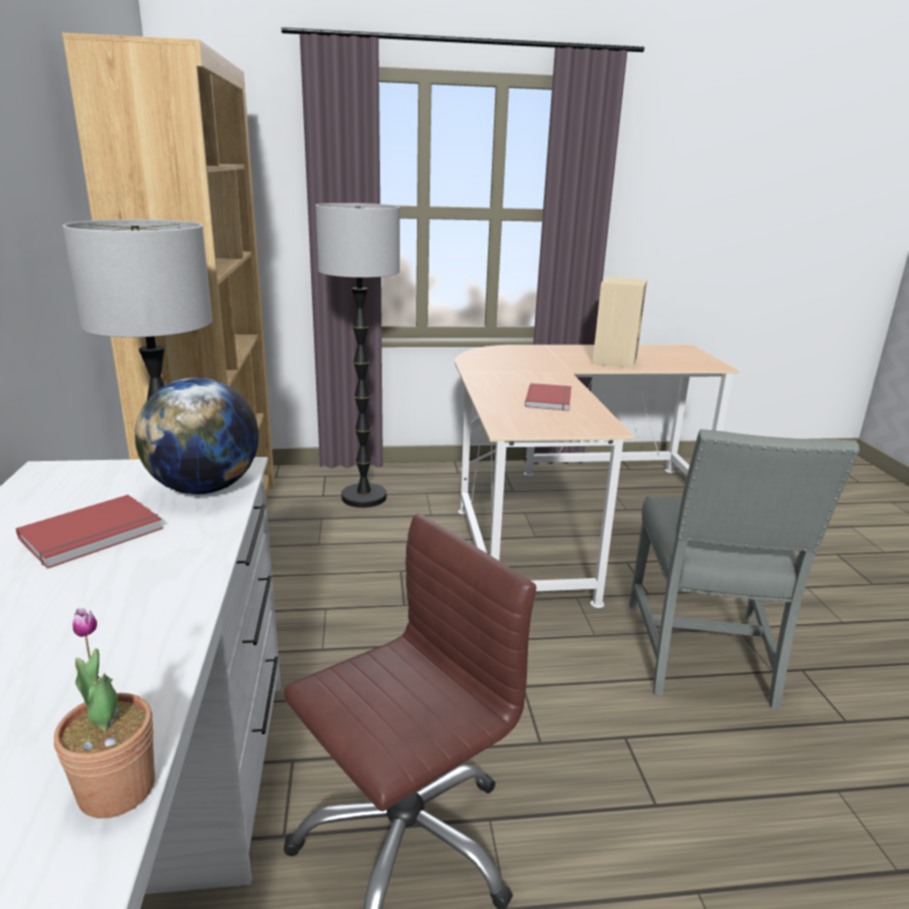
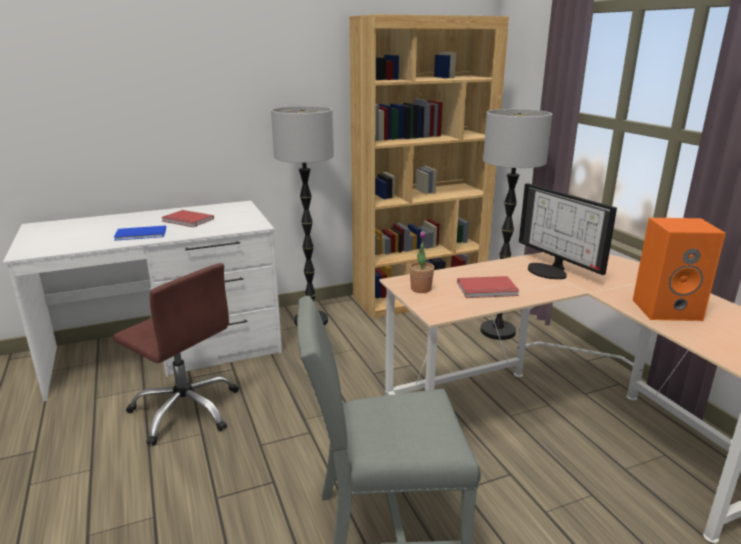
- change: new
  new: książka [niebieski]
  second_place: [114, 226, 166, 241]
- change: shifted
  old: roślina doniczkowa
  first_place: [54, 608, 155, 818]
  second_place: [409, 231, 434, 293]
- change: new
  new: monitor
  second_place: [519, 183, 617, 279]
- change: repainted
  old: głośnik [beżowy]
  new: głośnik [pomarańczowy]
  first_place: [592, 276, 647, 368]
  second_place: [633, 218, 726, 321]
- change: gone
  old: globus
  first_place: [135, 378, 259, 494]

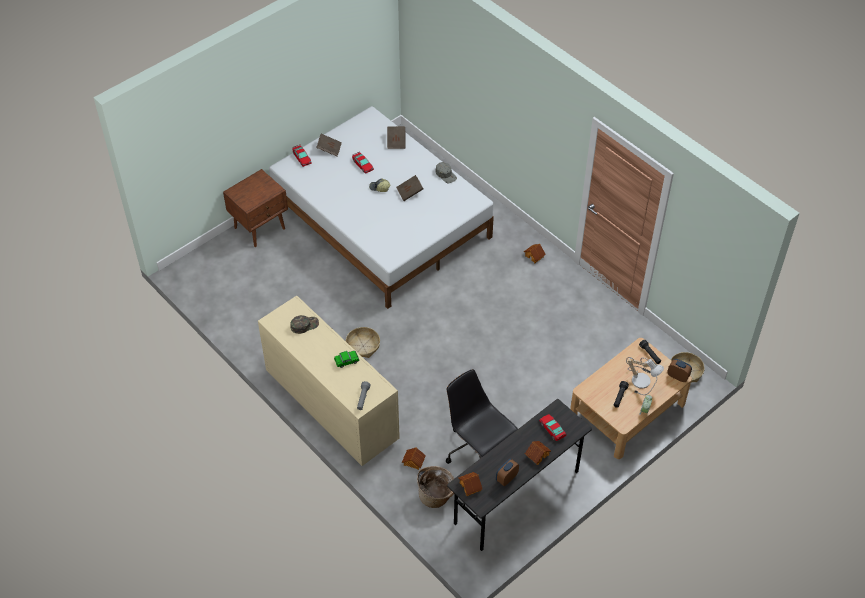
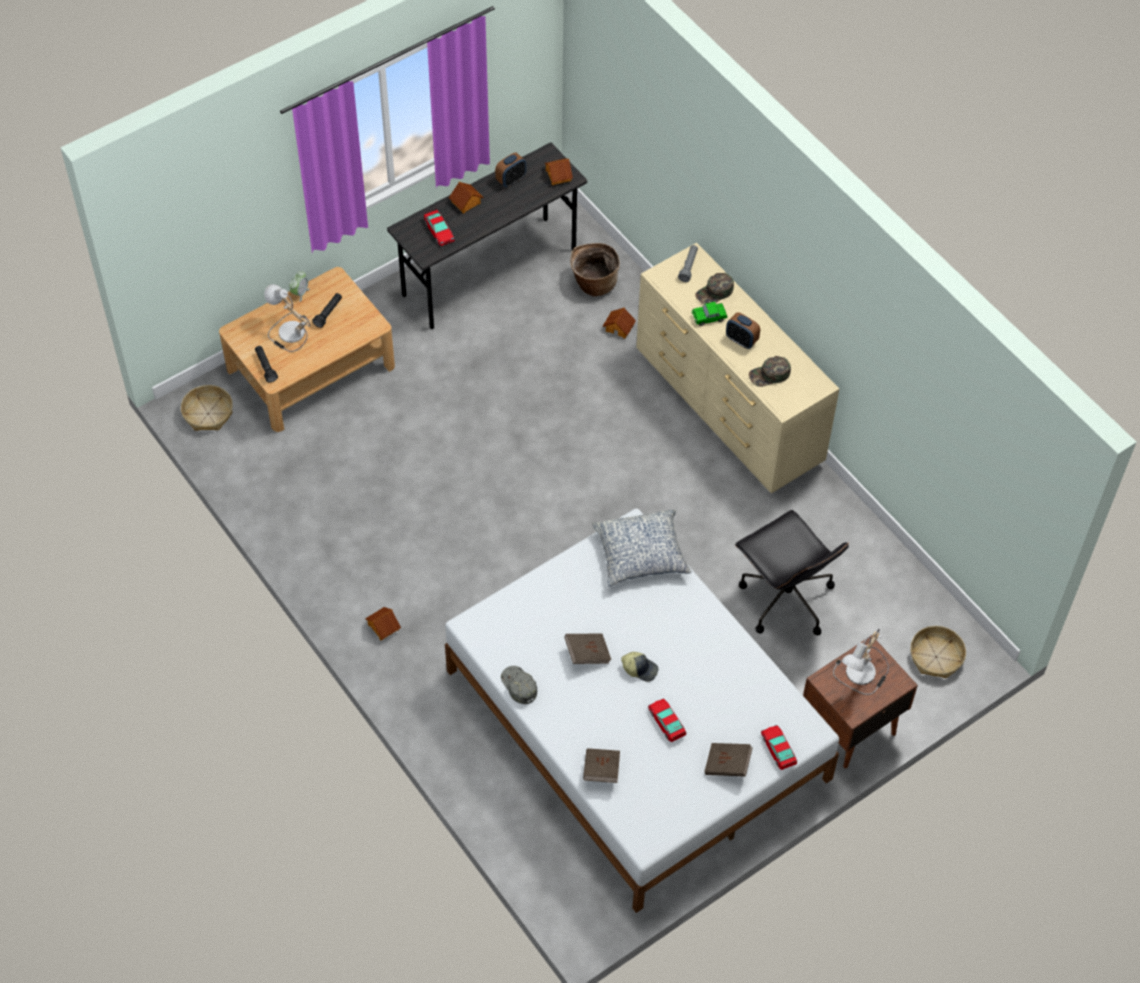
- change: new
  new: poduszka
  second_place: [592, 510, 692, 586]
- change: new
  new: czapka z daszkiem [zielony]
  second_place: [695, 273, 734, 305]
- change: shifted
  old: budzik
  first_place: [667, 359, 692, 382]
  second_place: [726, 312, 760, 349]
- change: shifted
  old: krzesło biurowe [czarny]
  first_place: [446, 369, 518, 464]
  second_place: [735, 510, 849, 635]
- change: new
  new: lampa stołowa
  second_place: [833, 629, 889, 695]
- change: shifted
  old: koszyk
  first_place: [346, 327, 380, 358]
  second_place: [911, 626, 966, 678]

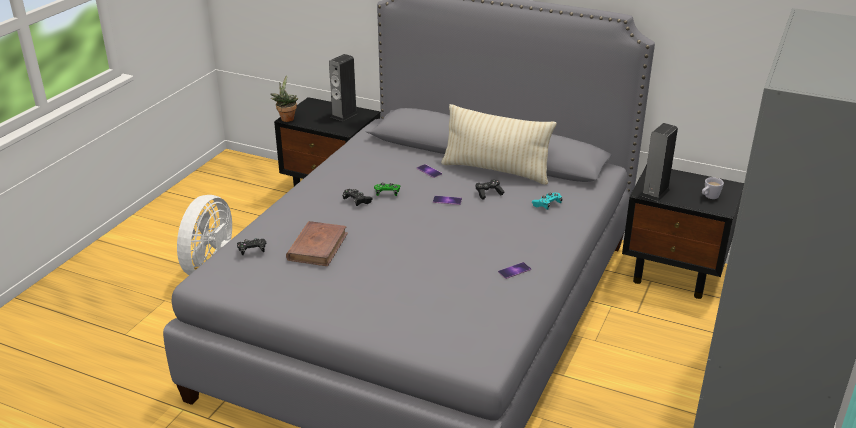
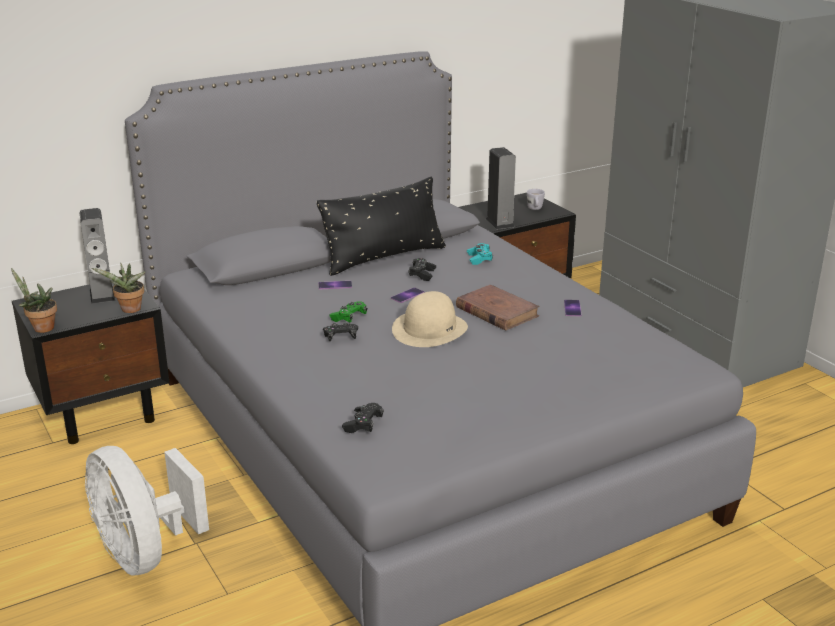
- change: new
  new: roślina doniczkowa
  second_place: [92, 263, 145, 313]
- change: repainted
  old: poduszka [beżowy]
  new: poduszka [czarny]
  first_place: [441, 104, 556, 185]
  second_place: [317, 177, 446, 276]
- change: new
  new: kapelusz [beżowy]
  second_place: [392, 291, 468, 347]
- change: shifted
  old: książka [brązowy]
  first_place: [286, 221, 348, 266]
  second_place: [456, 285, 540, 331]

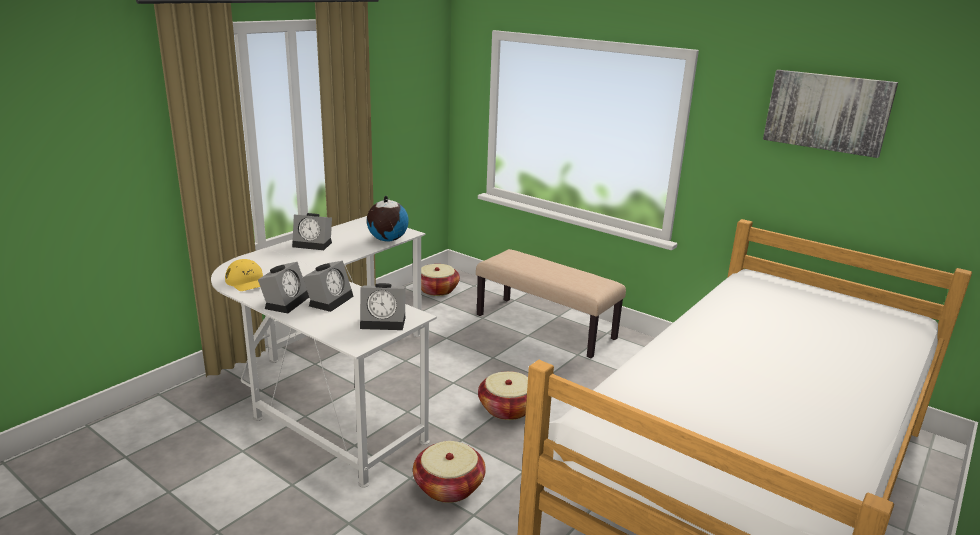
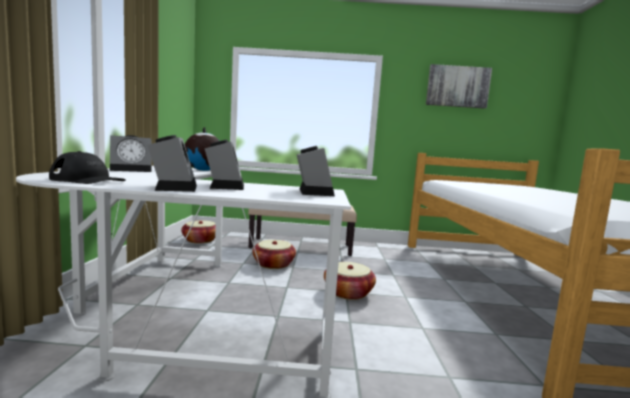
- change: repainted
  old: czapka z daszkiem [żółty]
  new: czapka z daszkiem [czarny]
  first_place: [225, 259, 263, 291]
  second_place: [49, 151, 126, 184]
- change: shifted
  old: koszyk
  first_place: [413, 441, 486, 503]
  second_place: [252, 240, 296, 269]
- change: rotated
  old: budzik
  first_place: [360, 283, 406, 330]
  second_place: [297, 146, 335, 196]
  degrees: -60

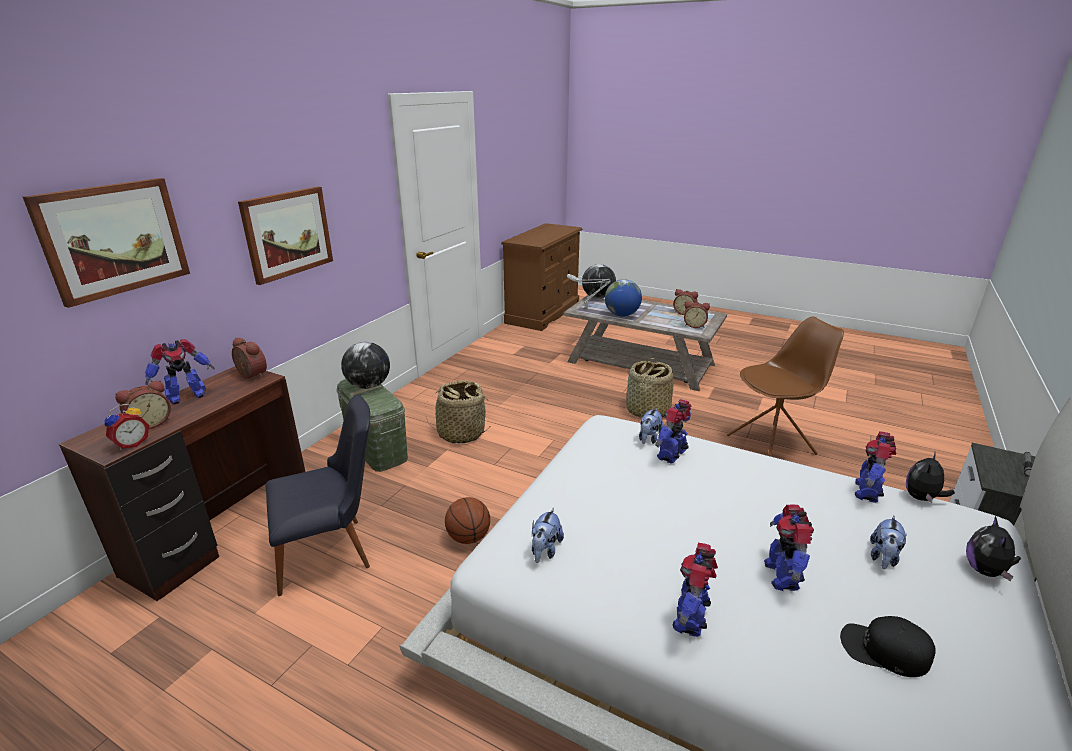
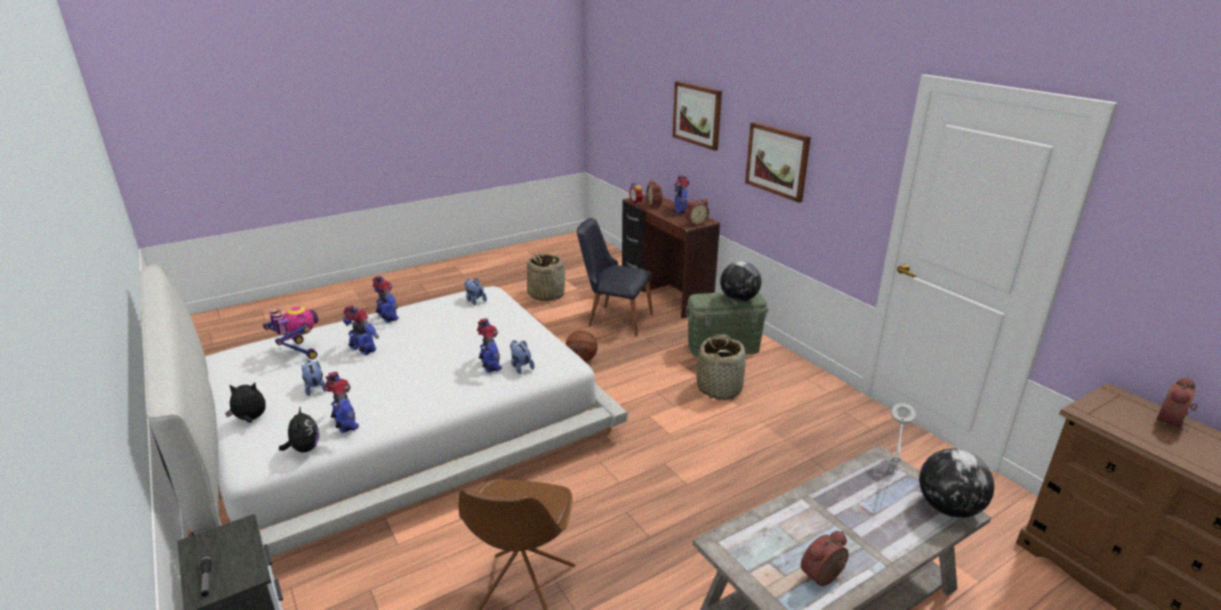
- change: rotated
  old: pluszak
  first_place: [966, 516, 1021, 581]
  second_place: [225, 383, 265, 423]
  degrees: -60
- change: swapped
  old: czapka z daszkiem [czarny]
  new: robot zabawkowy
  first_place: [840, 616, 935, 677]
  second_place: [263, 307, 318, 359]
- change: shifted
  old: koszyk
  first_place: [626, 358, 673, 418]
  second_place: [527, 253, 565, 301]
- change: rotated
  old: krzesło [czarny]
  first_place: [265, 395, 370, 596]
  second_place: [577, 218, 653, 337]
  degrees: 105
- change: shifted
  old: budzik
  first_place: [684, 301, 710, 328]
  second_place: [1157, 377, 1198, 428]
- change: gone
  old: globus
  first_place: [605, 279, 642, 317]

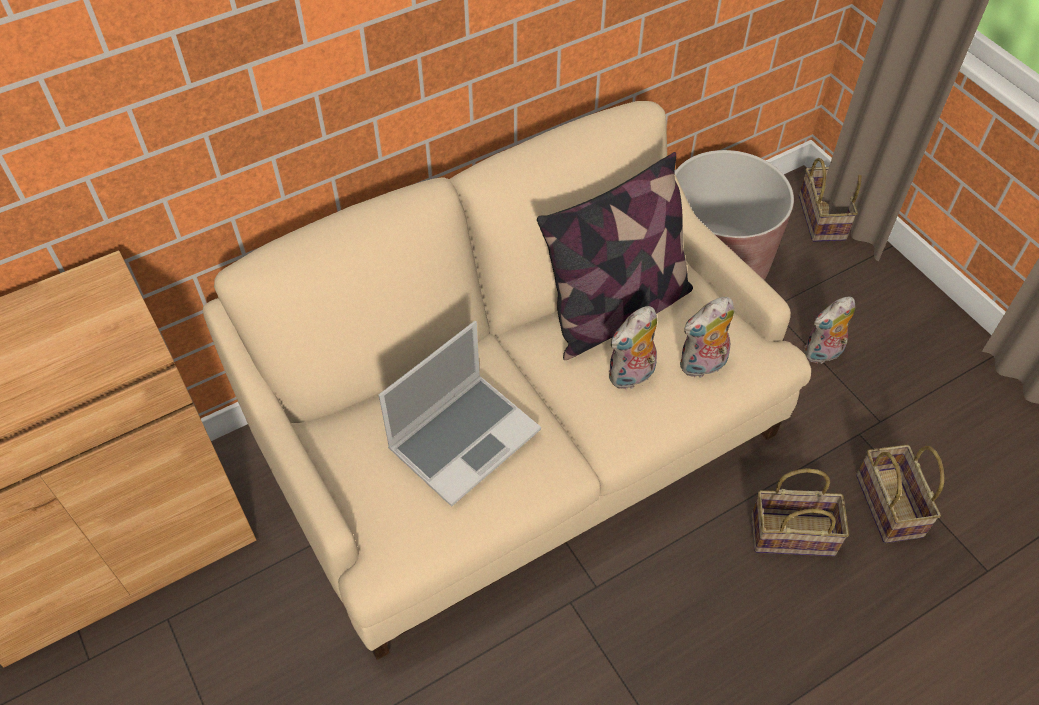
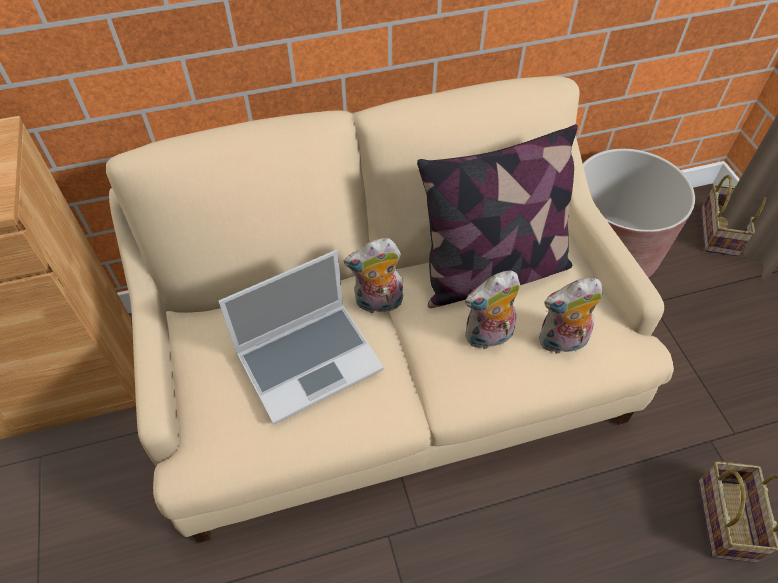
- change: shifted
  old: pluszak
  first_place: [804, 297, 855, 364]
  second_place: [344, 238, 403, 313]
- change: gone
  old: koszyk
  first_place: [751, 468, 849, 556]

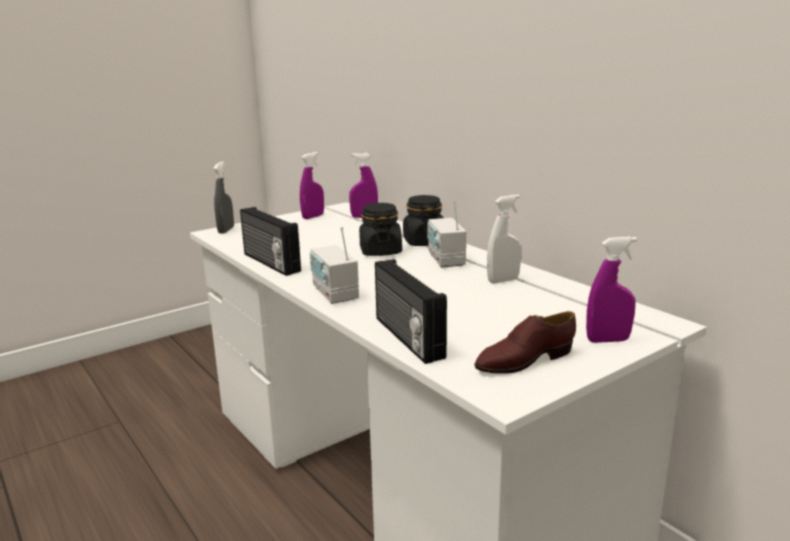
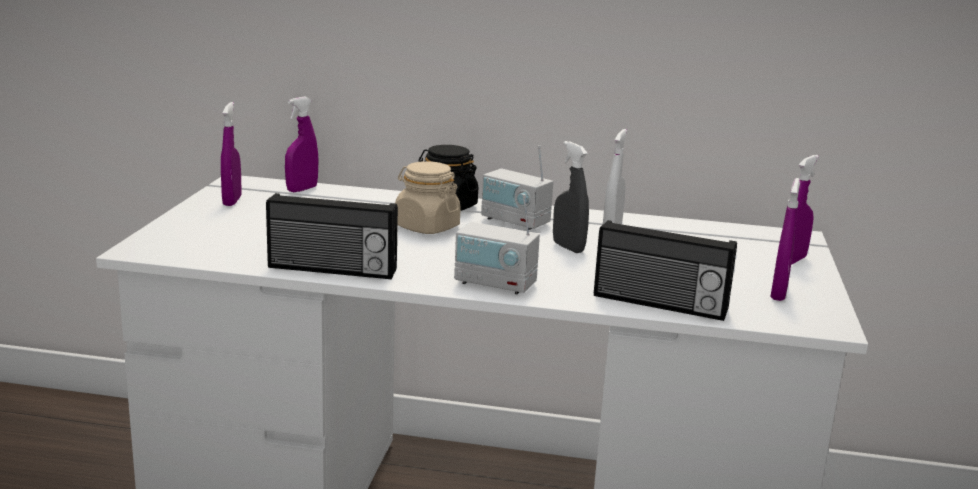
- change: repainted
  old: słoik [czarny]
  new: słoik [beżowy]
  first_place: [359, 203, 402, 256]
  second_place: [395, 161, 461, 234]
- change: shifted
  old: spryskiwacz [szary]
  first_place: [213, 161, 234, 234]
  second_place: [553, 141, 589, 253]
- change: swapped
  old: but [brązowy]
  new: spryskiwacz [fioletowy]
  first_place: [474, 311, 576, 374]
  second_place: [770, 178, 800, 301]

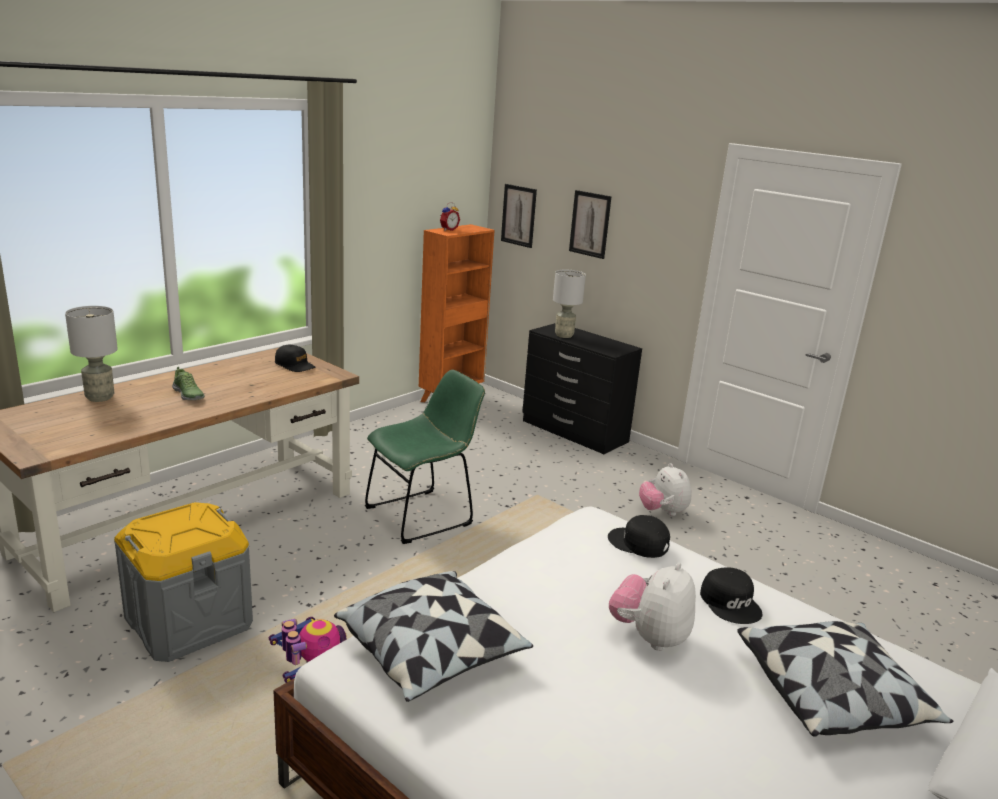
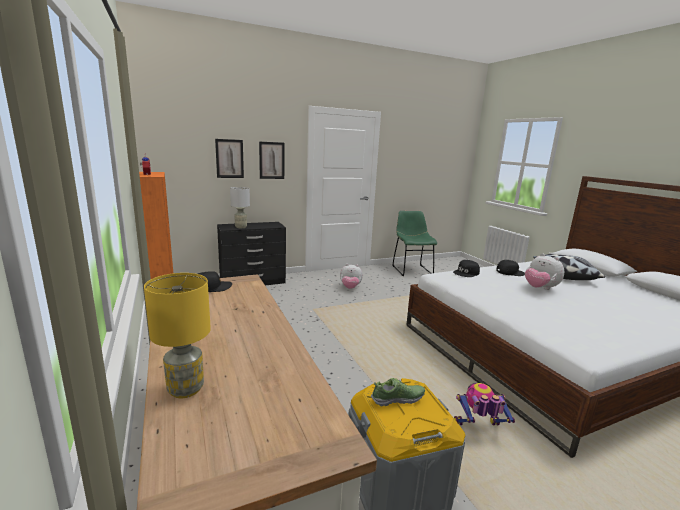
- change: repainted
  old: lampa stołowa [szary]
  new: lampa stołowa [żółty]
  first_place: [65, 306, 118, 402]
  second_place: [144, 273, 211, 398]
- change: shifted
  old: obraz
  first_place: [501, 184, 537, 248]
  second_place: [259, 142, 284, 179]
- change: shifted
  old: but
  first_place: [172, 367, 205, 400]
  second_place: [371, 378, 425, 407]
- change: shifted
  old: krzesło [zielony]
  first_place: [365, 370, 485, 544]
  second_place: [392, 211, 437, 276]
- change: gone
  old: poduszka
  first_place: [334, 571, 533, 702]

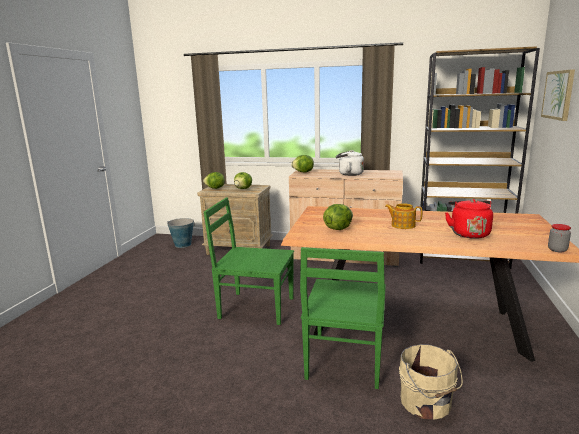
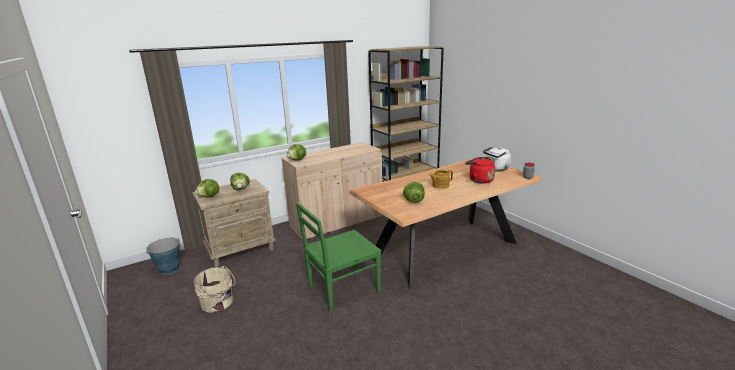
- change: shifted
  old: wiadro [beżowy]
  first_place: [399, 344, 463, 420]
  second_place: [194, 266, 235, 313]
- change: shifted
  old: czajnik [biały]
  first_place: [336, 150, 364, 176]
  second_place: [483, 146, 512, 171]
- change: gone
  old: krzesło [zielony]
  first_place: [300, 247, 386, 389]
- change: gone
  old: obraz
  first_place: [541, 69, 575, 121]

